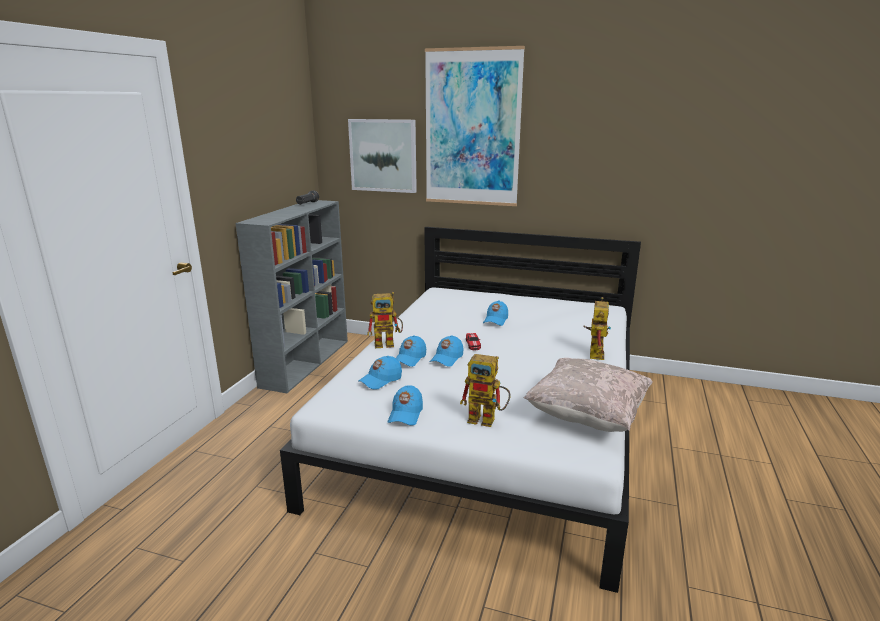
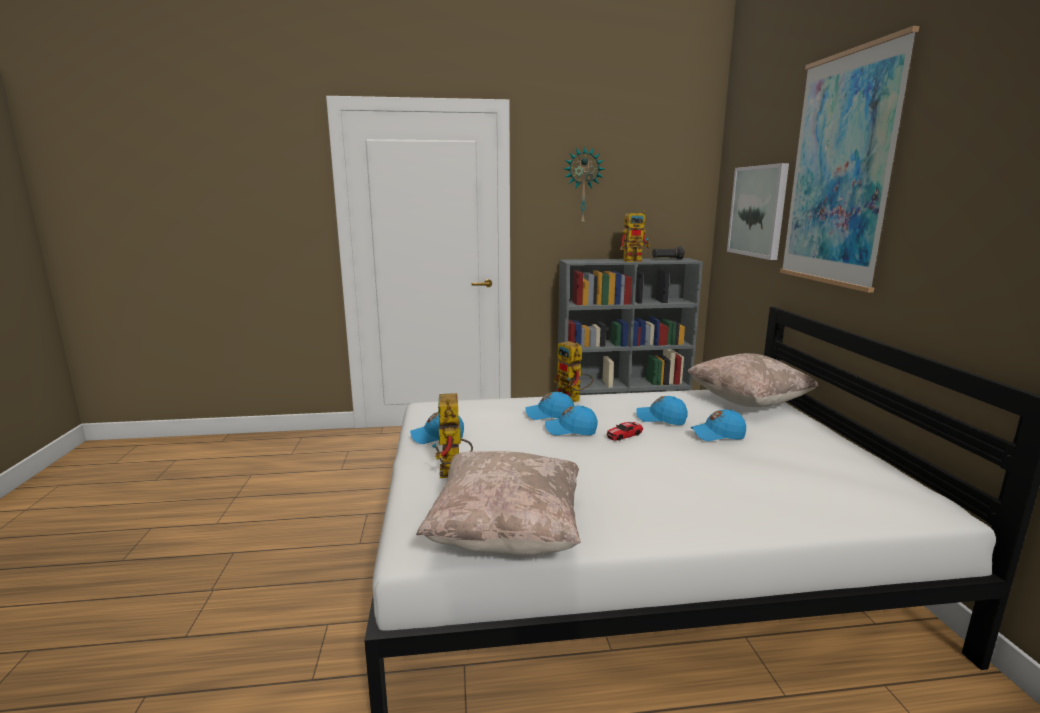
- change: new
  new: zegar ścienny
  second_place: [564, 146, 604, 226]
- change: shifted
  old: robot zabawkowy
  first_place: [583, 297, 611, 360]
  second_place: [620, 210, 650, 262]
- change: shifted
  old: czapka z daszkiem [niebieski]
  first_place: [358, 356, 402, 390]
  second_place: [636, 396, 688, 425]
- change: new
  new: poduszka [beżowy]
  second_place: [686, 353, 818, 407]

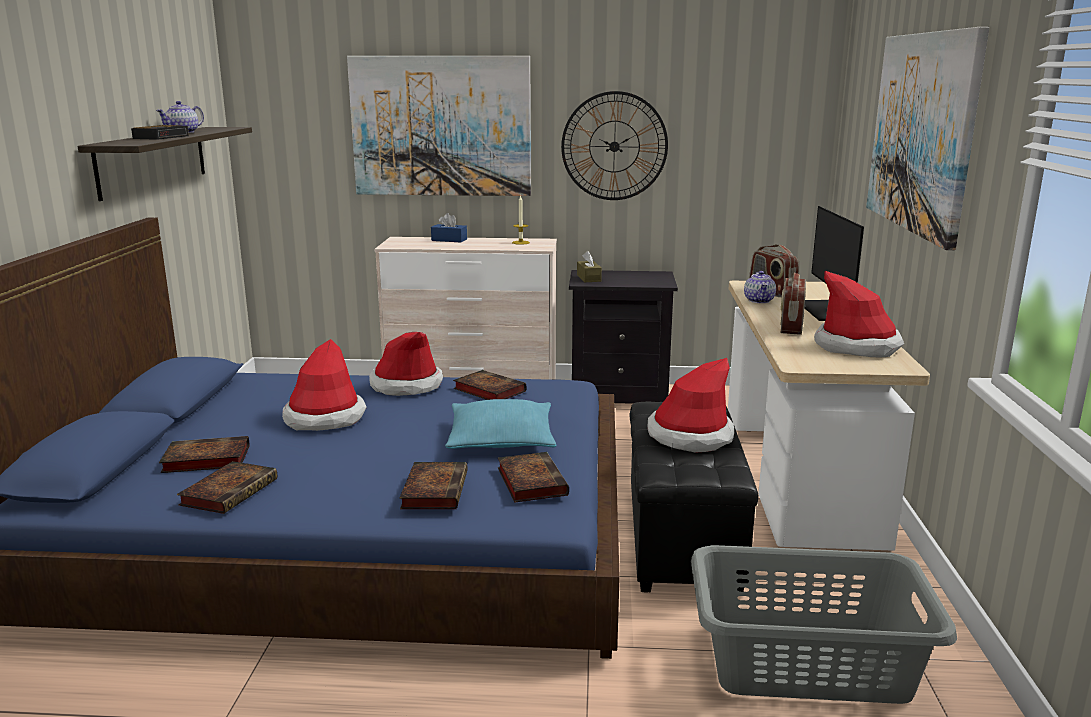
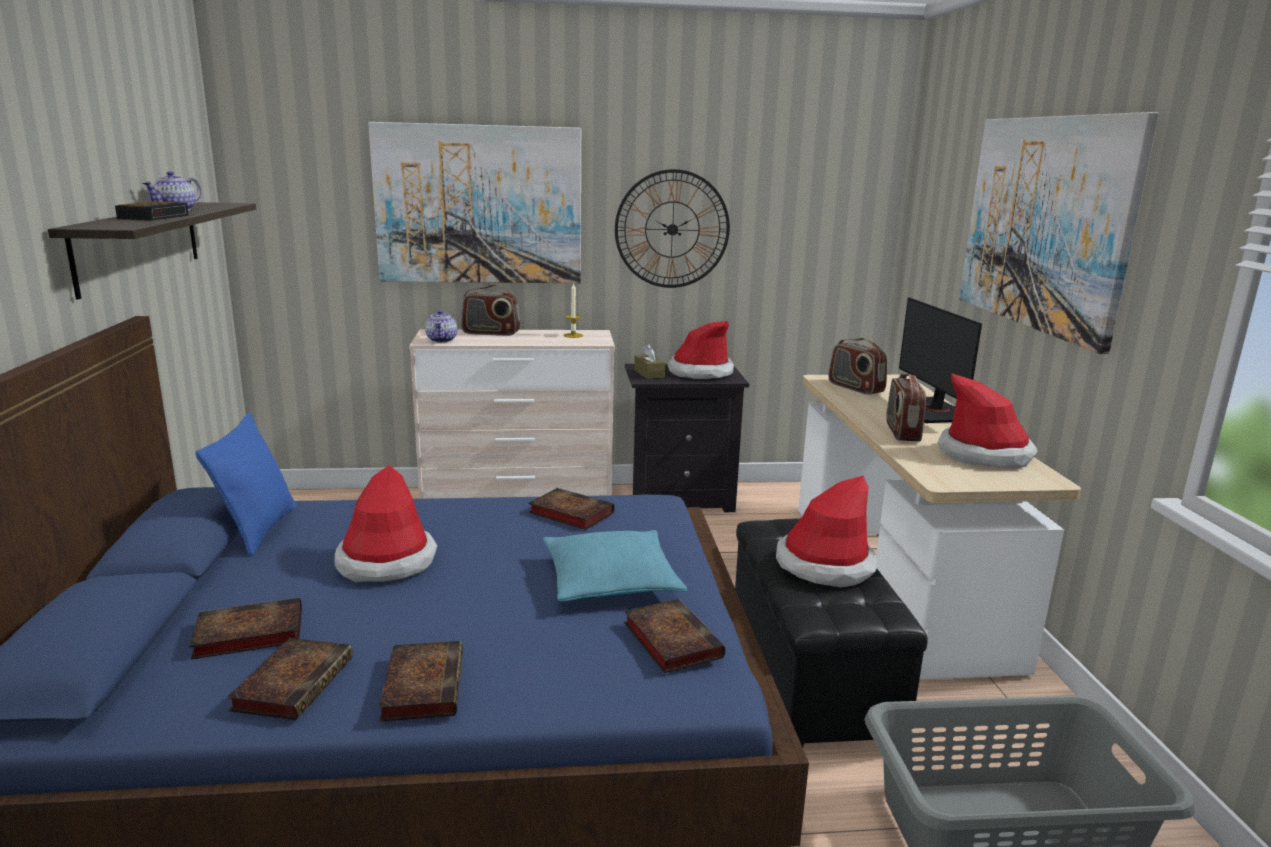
- change: new
  new: poduszka [niebieski]
  second_place: [195, 413, 297, 557]
- change: shifted
  old: książka
  first_place: [399, 462, 468, 509]
  second_place: [378, 641, 463, 722]
- change: shifted
  old: imbryk
  first_place: [744, 271, 776, 303]
  second_place: [425, 310, 457, 343]
- change: swapped
  old: pudełko chusteczek [niebieski]
  new: radio
  first_place: [431, 213, 467, 242]
  second_place: [461, 285, 520, 336]
- change: shifted
  old: kapelusz
  first_place: [369, 332, 443, 396]
  second_place: [668, 321, 734, 379]

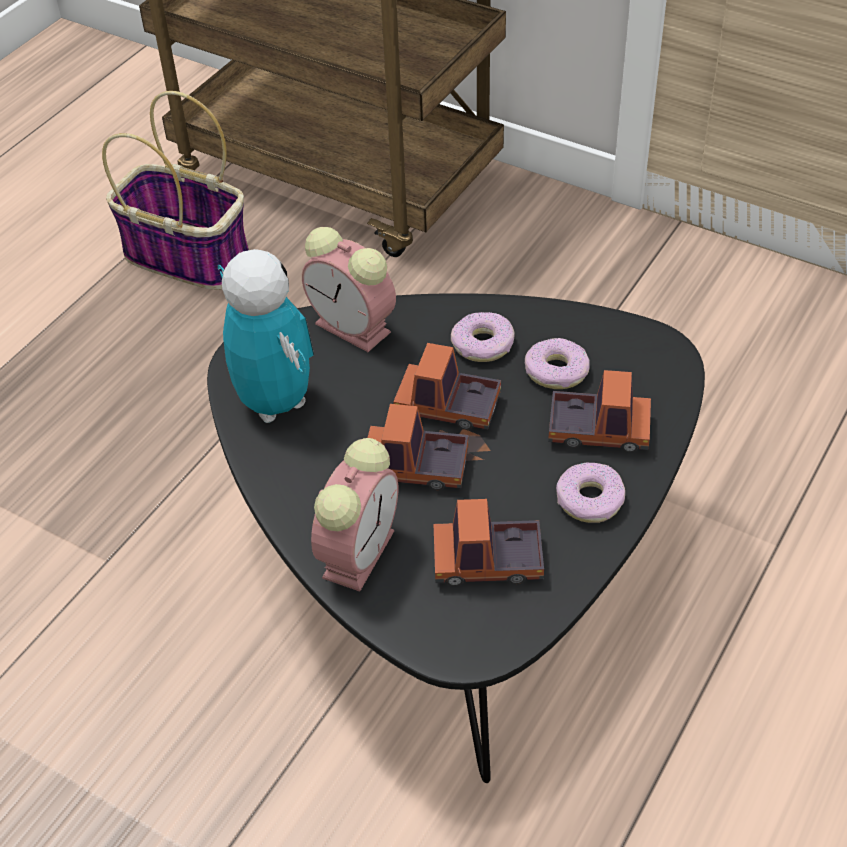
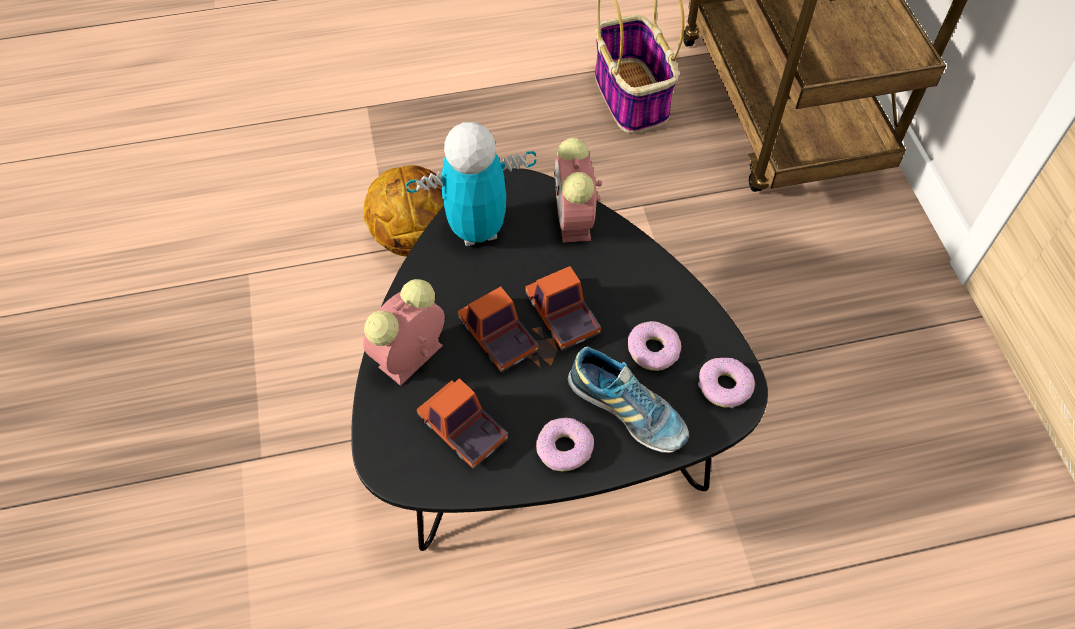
- change: new
  new: piłka do koszykówki
  second_place: [363, 165, 444, 257]
- change: rotated
  old: budzik
  first_place: [311, 438, 398, 592]
  second_place: [363, 279, 445, 386]
  degrees: 150
- change: rotated
  old: robot zabawkowy
  first_place: [218, 249, 314, 423]
  second_place: [406, 122, 536, 246]
  degrees: -120
- change: swapped
  old: ciężarówka zabawkowa
  new: but
  first_place: [548, 370, 651, 453]
  second_place: [568, 347, 689, 453]
- change: shifted
  old: donut
  first_place: [451, 312, 515, 362]
  second_place: [698, 357, 755, 408]

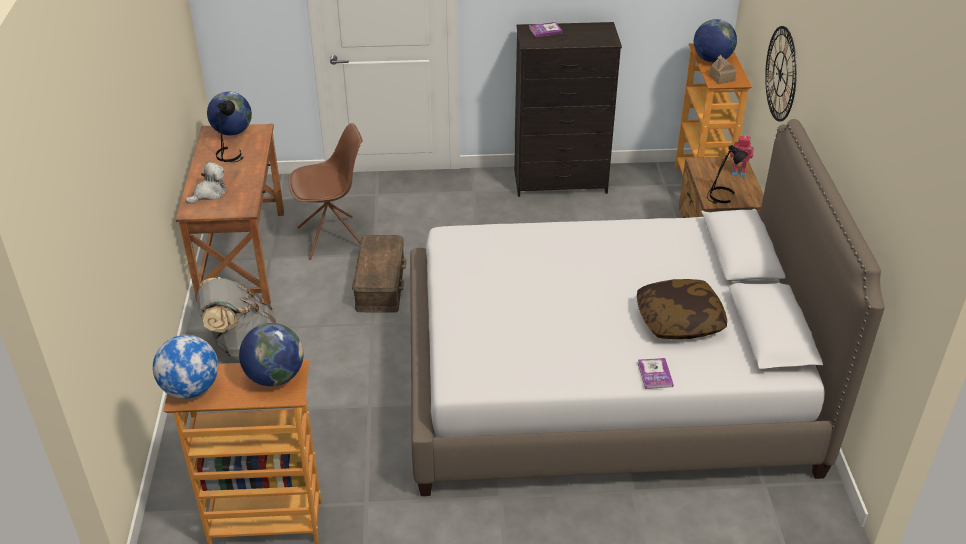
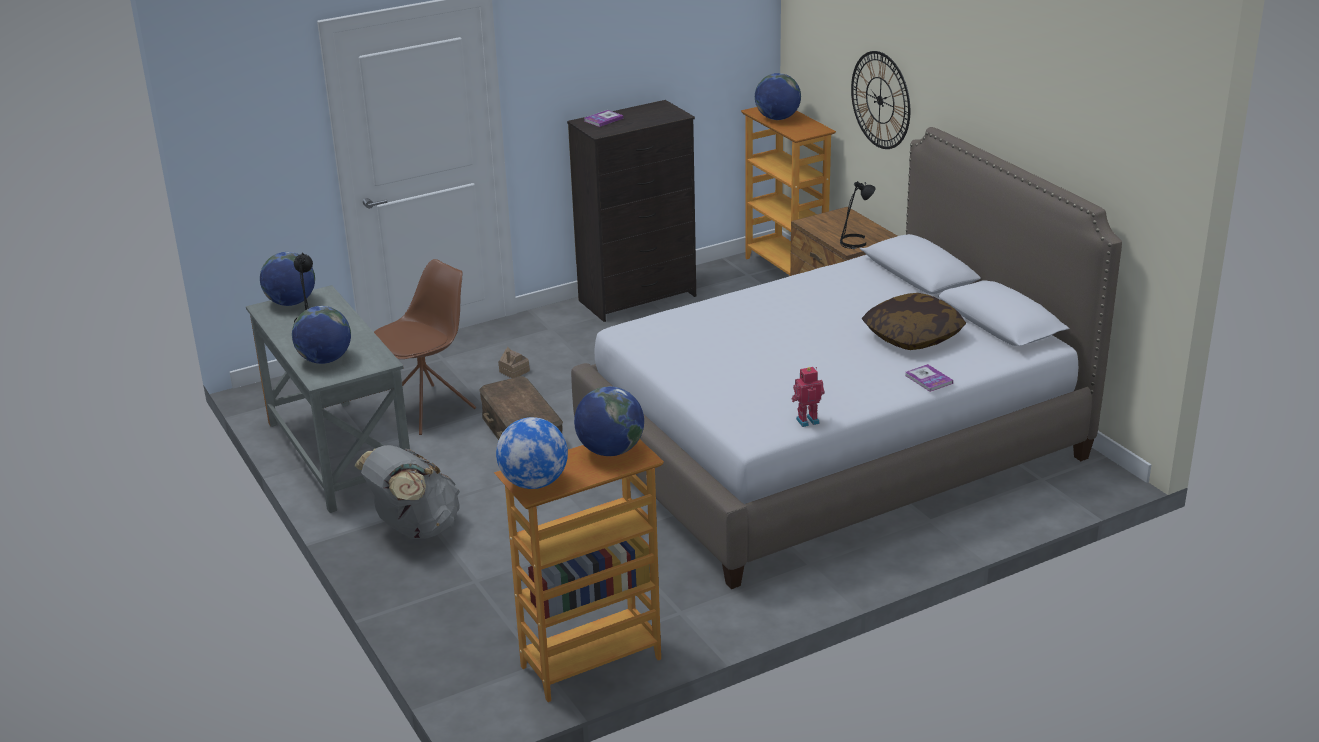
- change: repainted
  old: biurko [brązowy]
  new: biurko [szary]
  first_place: [176, 124, 284, 305]
  second_place: [246, 285, 410, 513]
- change: swapped
  old: pluszak
  new: globus
  first_place: [185, 162, 226, 204]
  second_place: [292, 306, 351, 364]
- change: shifted
  old: domek
  first_place: [709, 55, 737, 84]
  second_place: [498, 347, 530, 378]
- change: shifted
  old: robot zabawkowy
  first_place: [730, 135, 754, 177]
  second_place: [792, 367, 824, 427]

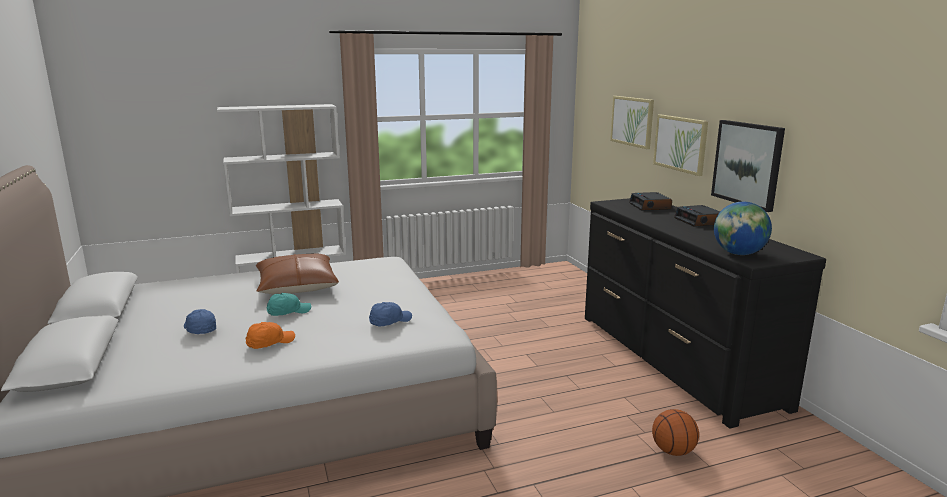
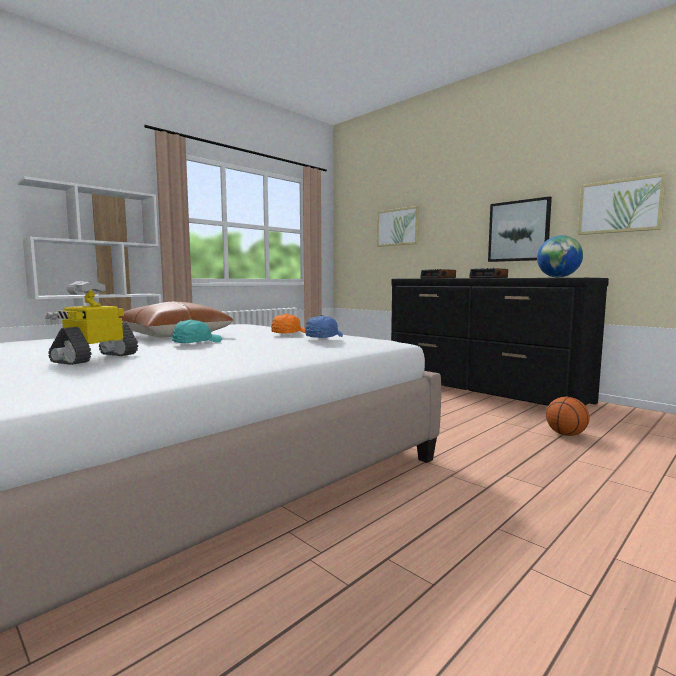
- change: swapped
  old: czapka z daszkiem [niebieski]
  new: robot zabawkowy
  first_place: [184, 309, 216, 334]
  second_place: [45, 281, 138, 365]
- change: shifted
  old: czapka z daszkiem [pomarańczowy]
  first_place: [246, 322, 295, 349]
  second_place: [271, 314, 305, 333]
- change: shifted
  old: obraz
  first_place: [653, 114, 708, 176]
  second_place: [578, 173, 666, 235]

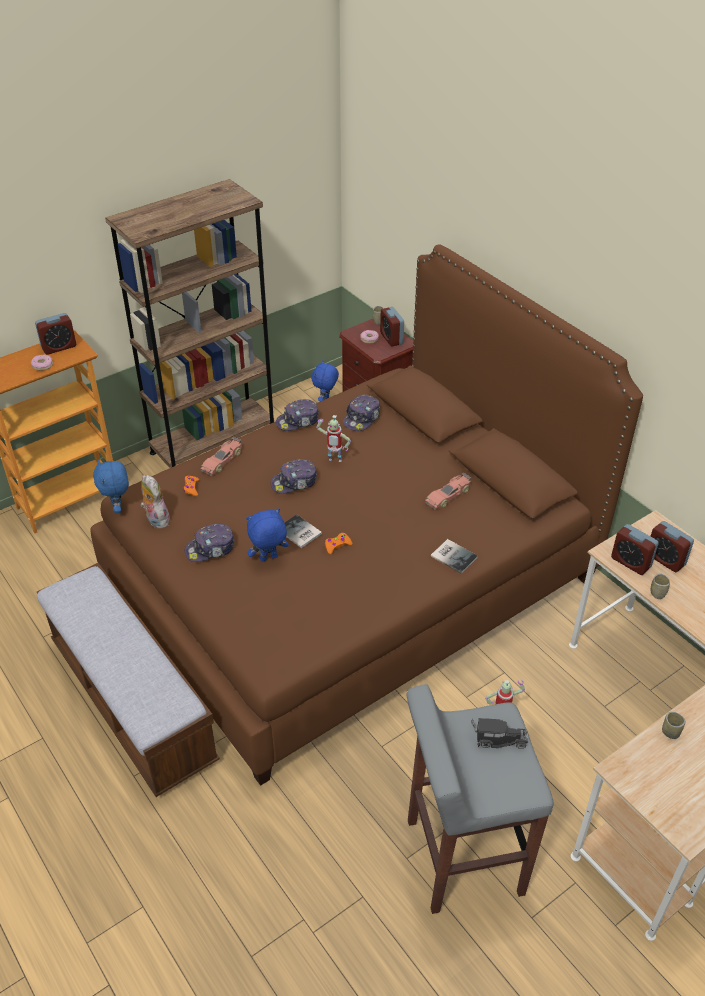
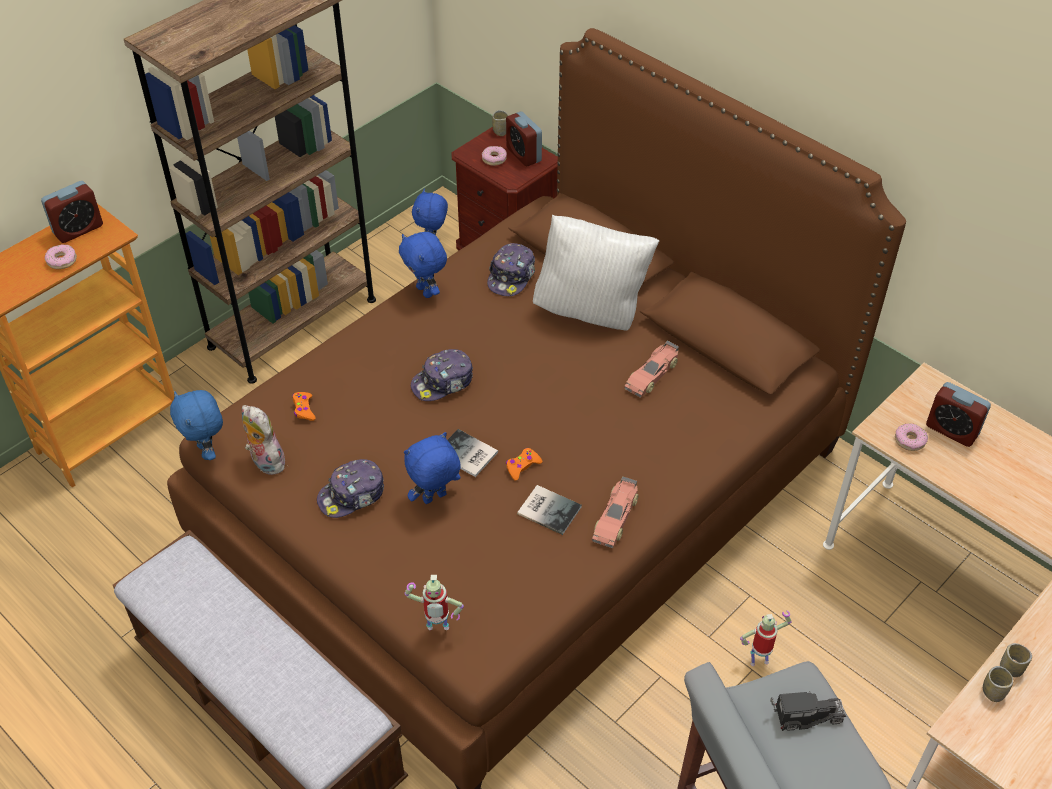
- change: swapped
  old: czapka z daszkiem
  new: pluszak [niebieski]
  first_place: [276, 399, 319, 431]
  second_place: [399, 232, 447, 298]
- change: shifted
  old: robot zabawkowy
  first_place: [316, 415, 351, 462]
  second_place: [404, 575, 464, 630]
- change: shifted
  old: książka
  first_place: [431, 539, 478, 574]
  second_place: [517, 485, 582, 535]
- change: new
  new: poduszka [biały]
  second_place: [533, 215, 659, 331]
- change: shifted
  old: samochodzik
  first_place: [201, 437, 241, 476]
  second_place: [592, 477, 638, 548]
- change: swapped
  old: budzik
  new: donut
  first_place: [611, 524, 659, 575]
  second_place: [895, 423, 928, 451]
- change: shifted
  old: filiżanka
  first_place: [651, 574, 670, 599]
  second_place: [983, 666, 1013, 702]

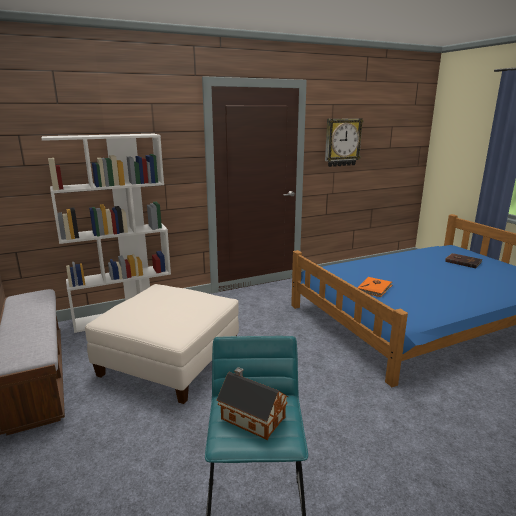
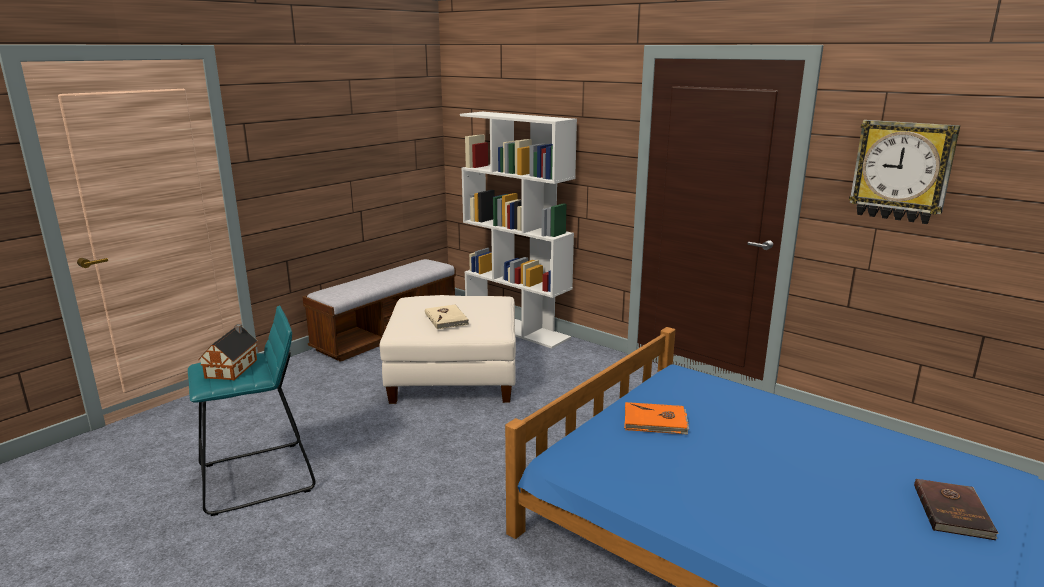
- change: new
  new: książka [beżowy]
  second_place: [425, 305, 469, 330]

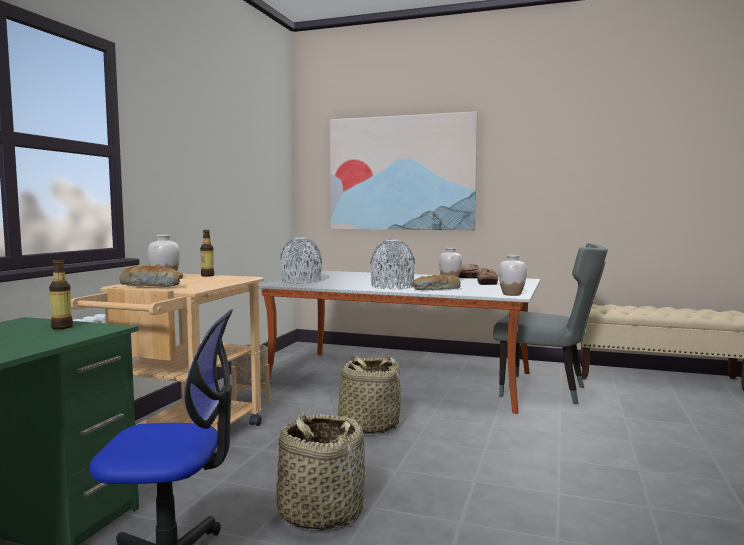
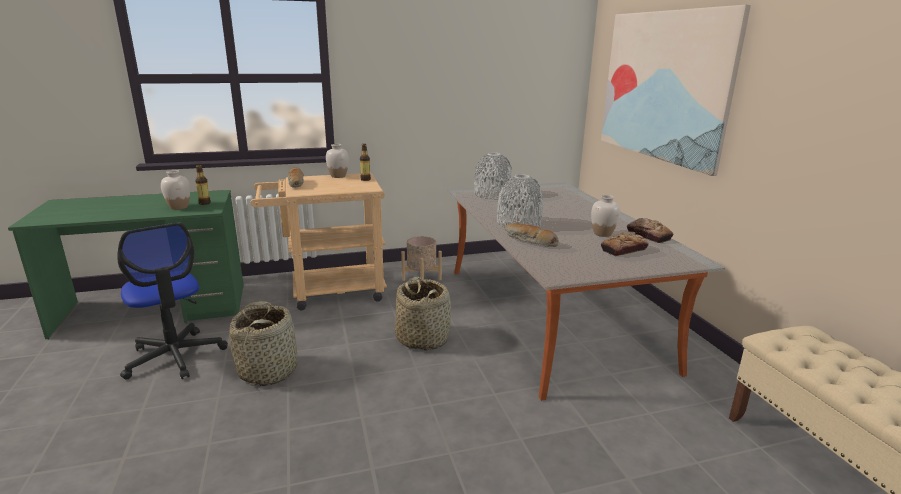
- change: shifted
  old: wazon [biały]
  first_place: [498, 255, 527, 296]
  second_place: [161, 170, 190, 210]
- change: gone
  old: krzesło [szary]
  first_place: [493, 243, 608, 404]

